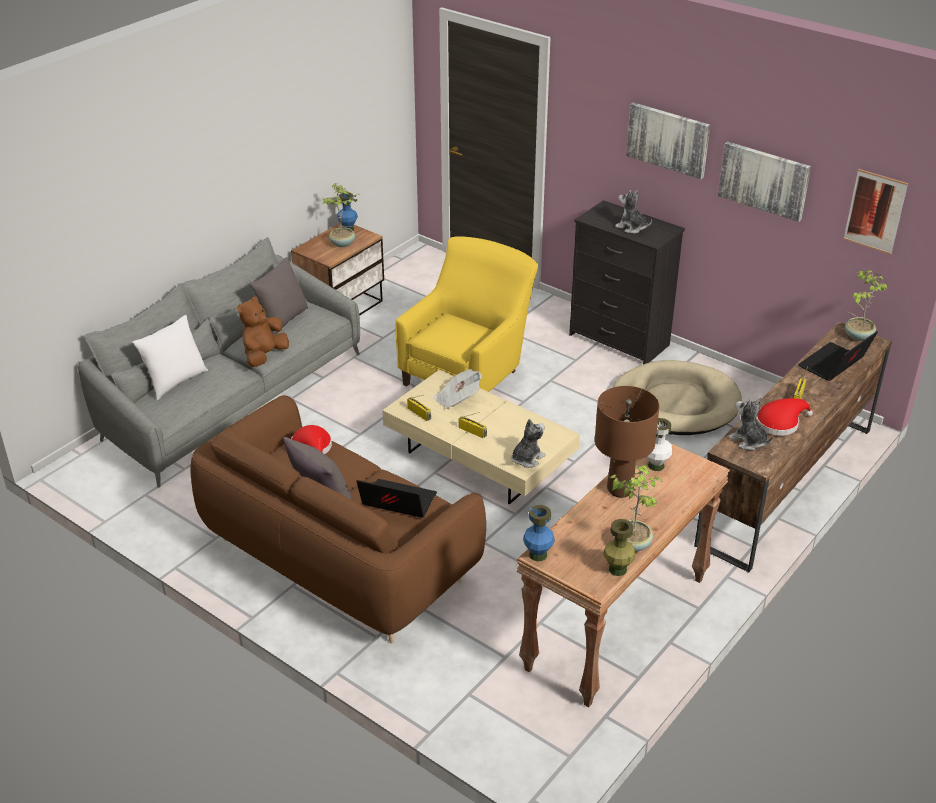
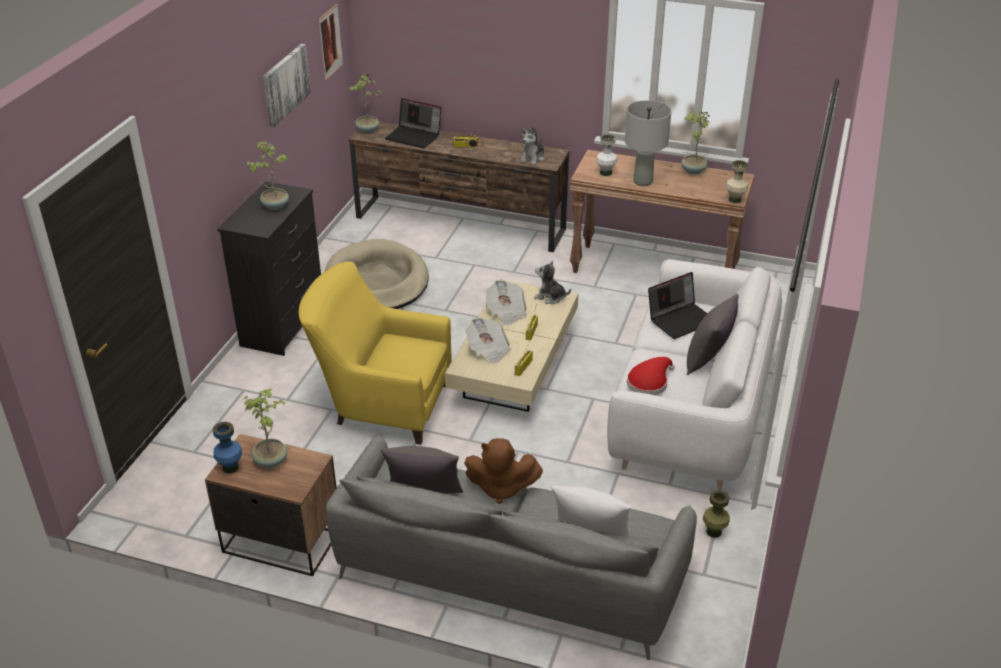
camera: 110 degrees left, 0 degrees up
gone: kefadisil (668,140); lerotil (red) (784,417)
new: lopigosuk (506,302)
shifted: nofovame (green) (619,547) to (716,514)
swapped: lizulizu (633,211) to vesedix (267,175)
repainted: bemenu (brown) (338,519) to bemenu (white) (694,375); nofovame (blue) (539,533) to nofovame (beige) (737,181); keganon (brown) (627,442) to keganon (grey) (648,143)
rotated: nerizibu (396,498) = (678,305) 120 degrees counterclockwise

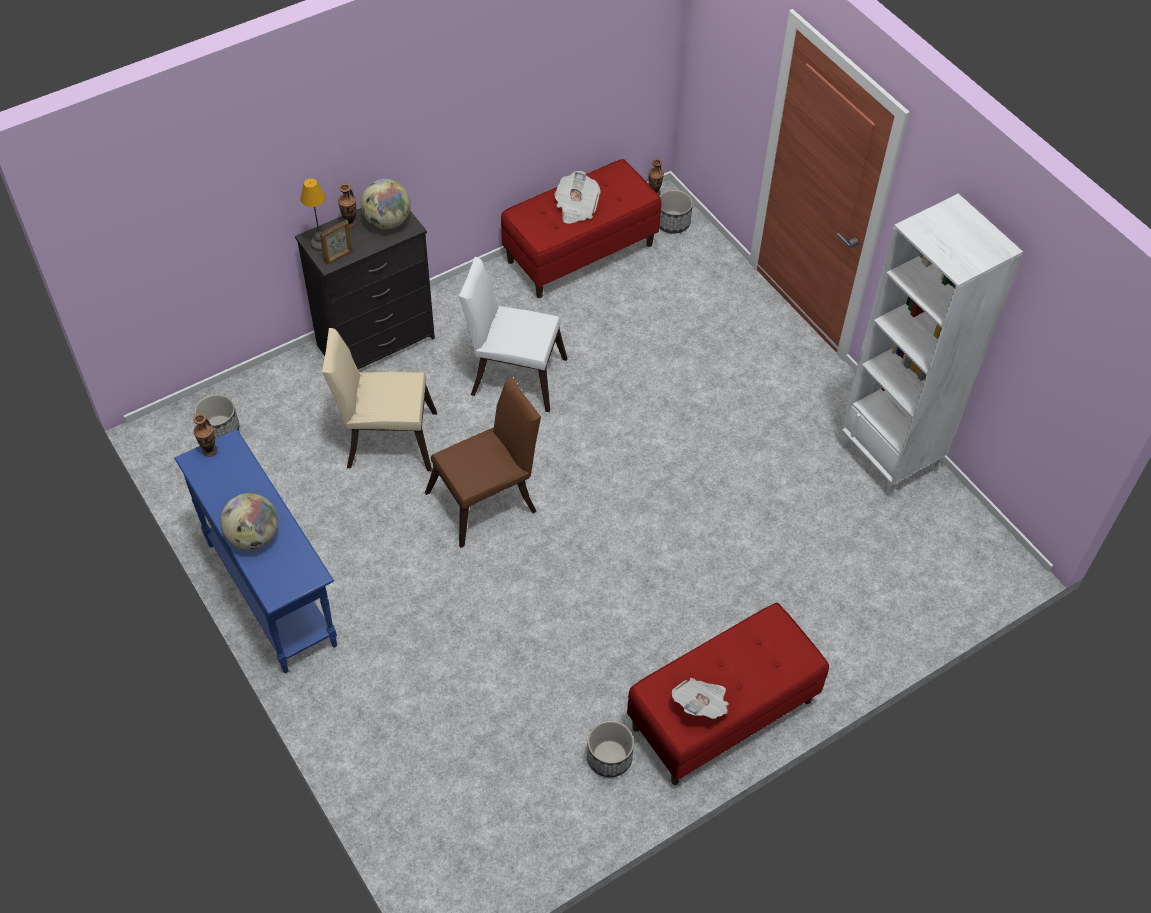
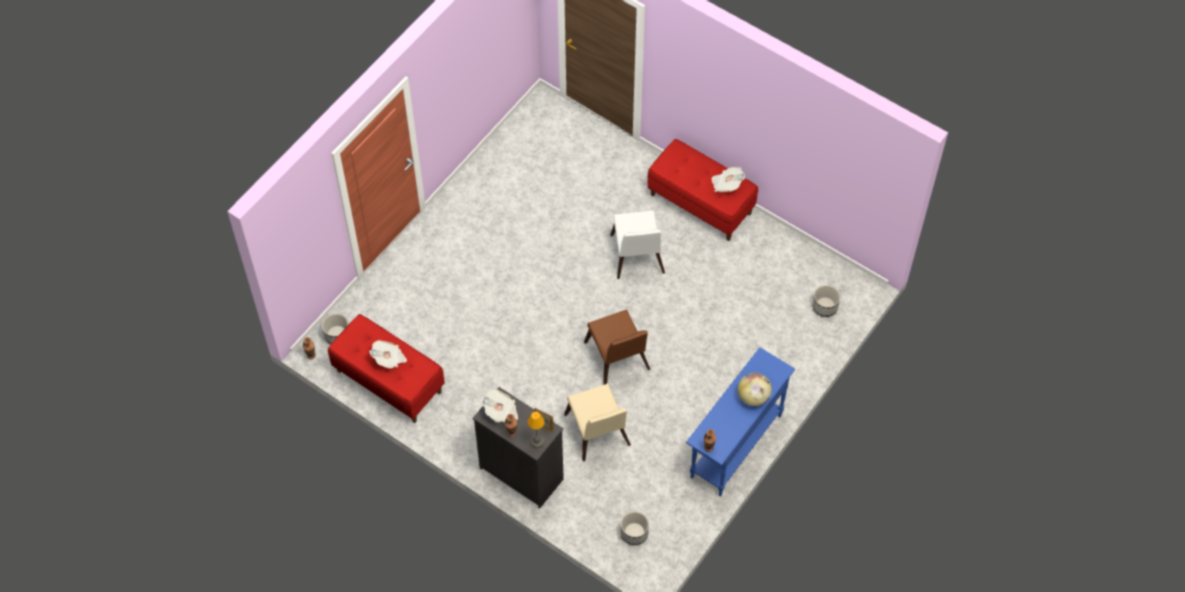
camera: 110 degrees left, 5 degrees up
gone: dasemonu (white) (931,345)
shifted: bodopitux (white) (513,334) to (637,244); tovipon (610,749) to (826,301)
swapped: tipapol (386,204) to lopigosuk (500,406)
rotated: bodopitux (brown) (483,462) = (617,347) 150 degrees counterclockwise

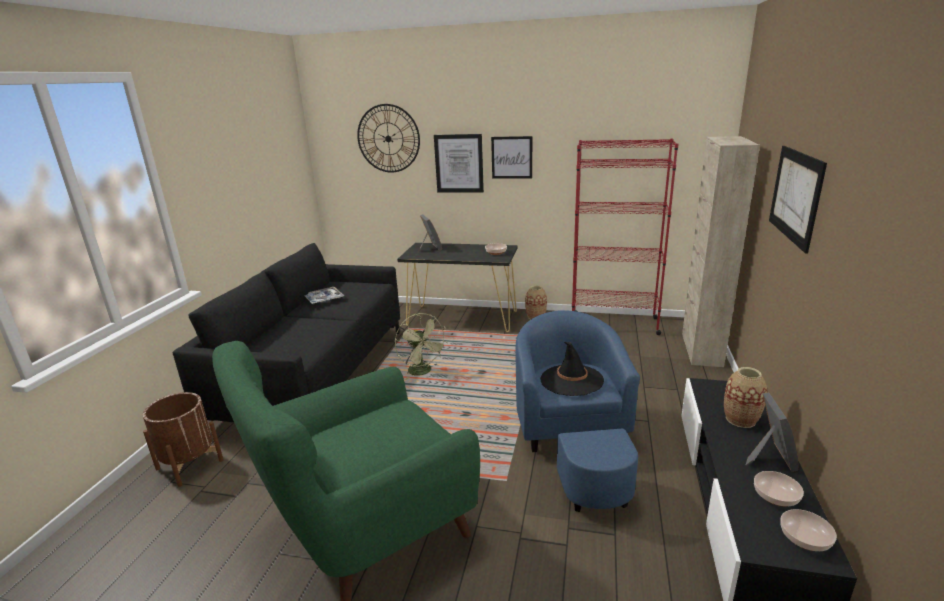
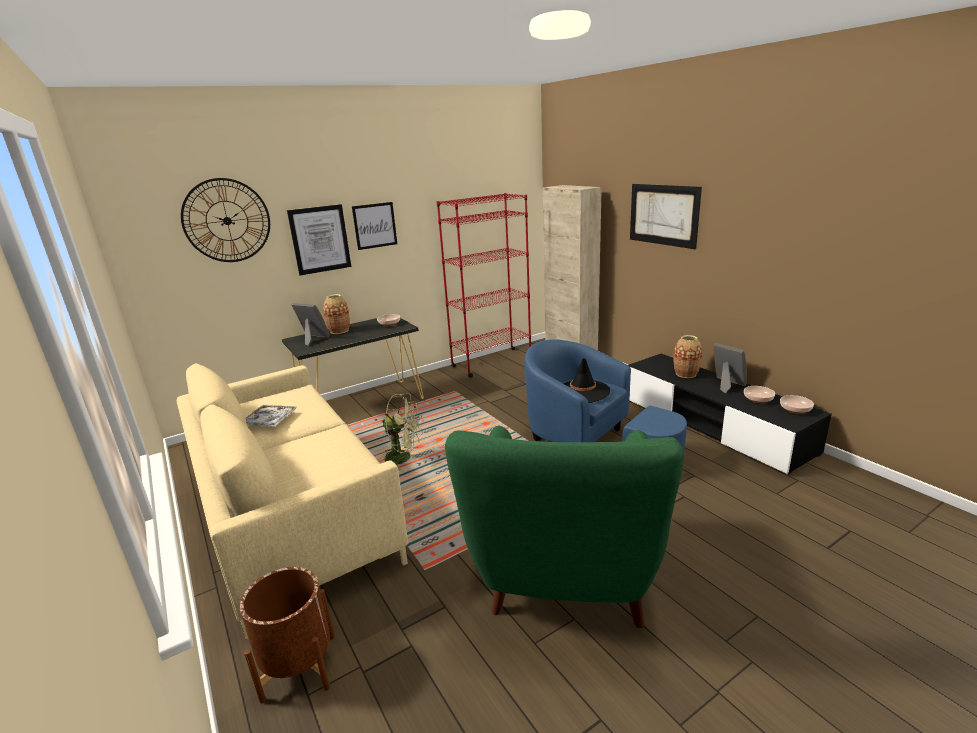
camera: 45 degrees left, 0 degrees up
shifted: nofovame (536,302) to (336,314)
repainted: bemenu (black) (286,332) to bemenu (beige) (292,501)

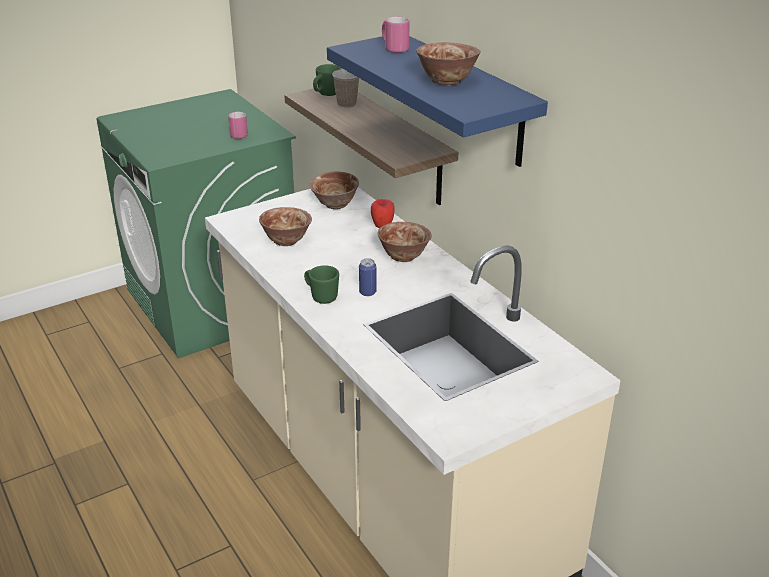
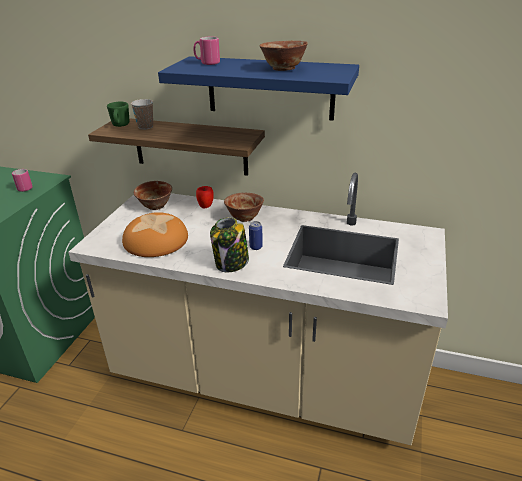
camera: 40 degrees left, 0 degrees up
swapped: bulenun (285,226) to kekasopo (155,234); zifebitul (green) (321,284) to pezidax (229,244)

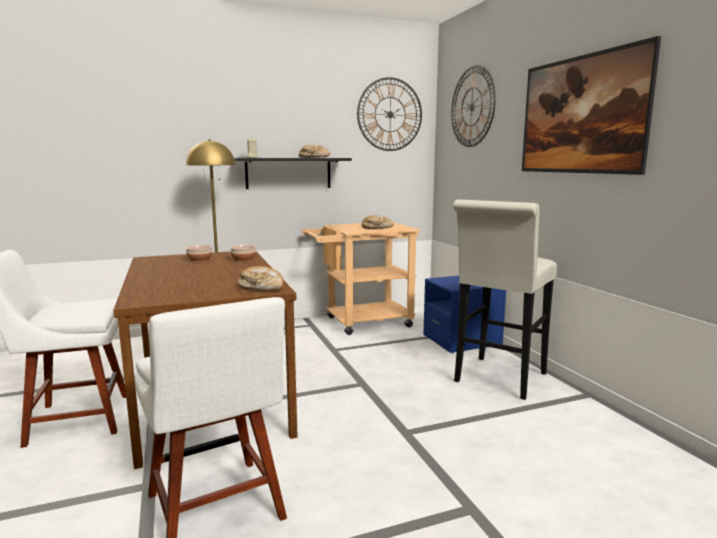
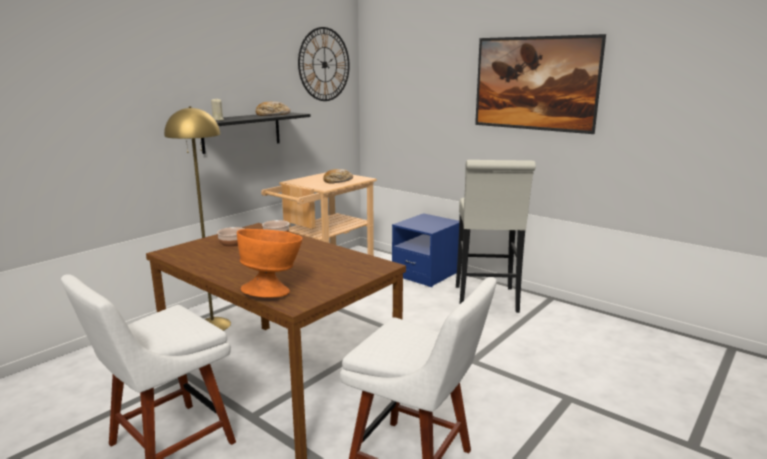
camera: 30 degrees left, 5 degrees up
gone: kekasopo (260,278); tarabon (473,106)
new: bulenun (orange) (269,263)

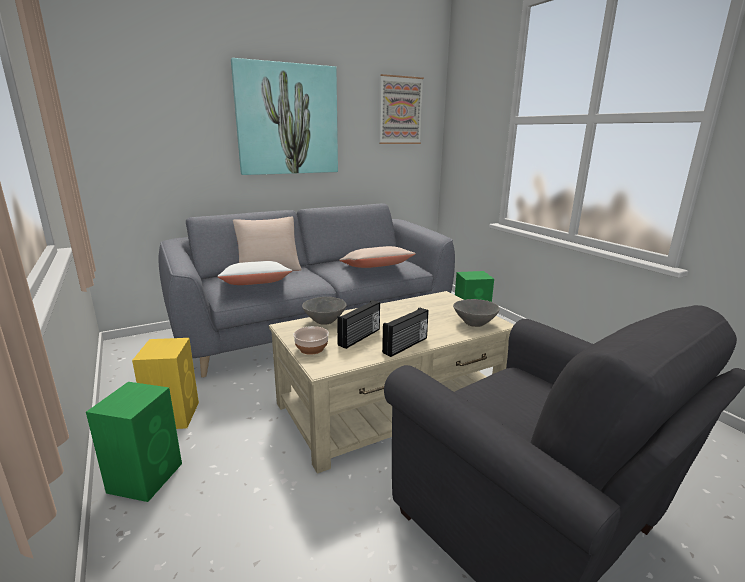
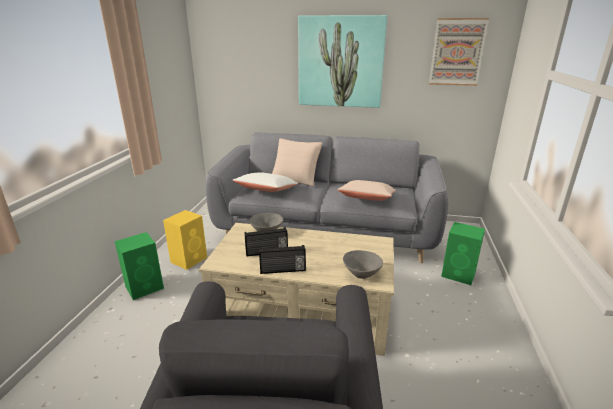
camera: 40 degrees right, 5 degrees up
gone: bulenun (311,340)

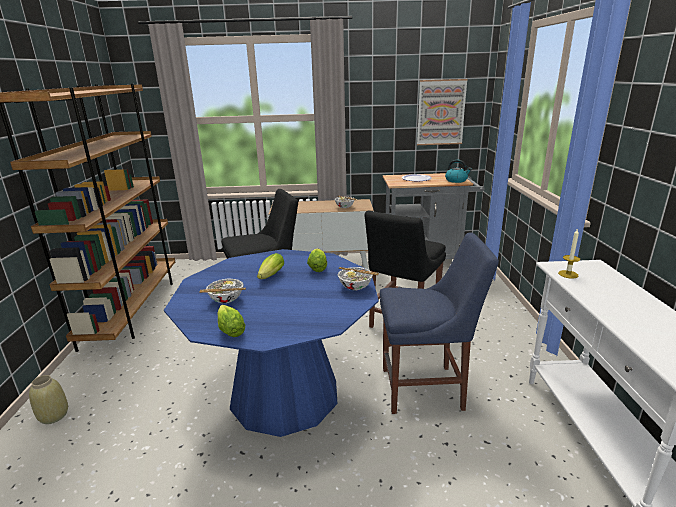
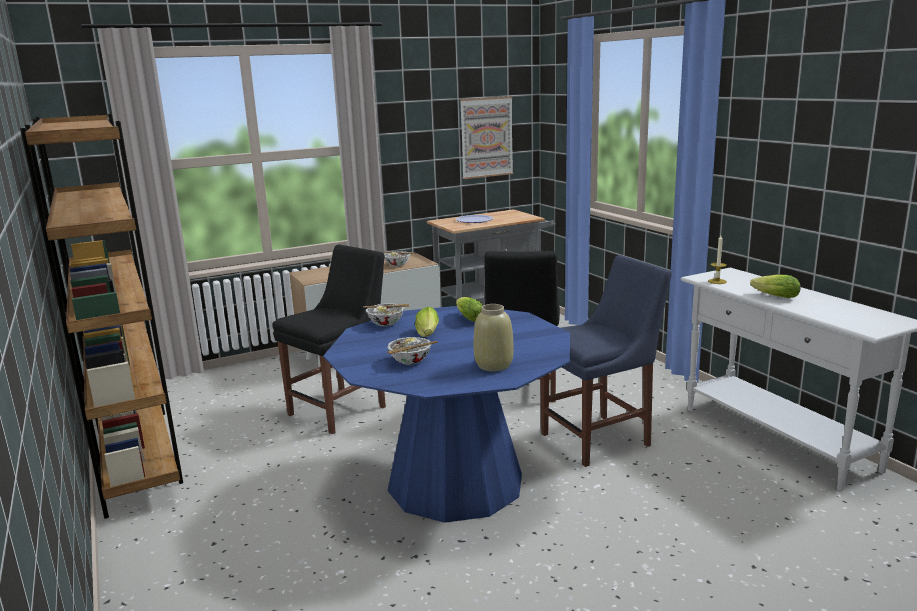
camera: 25 degrees left, 5 degrees down
gone: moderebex (458,171)
shifted: nofovame (beige) (48,399) to (493,338); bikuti (231,321) to (775,286); bulenun (358,279) to (386,314)

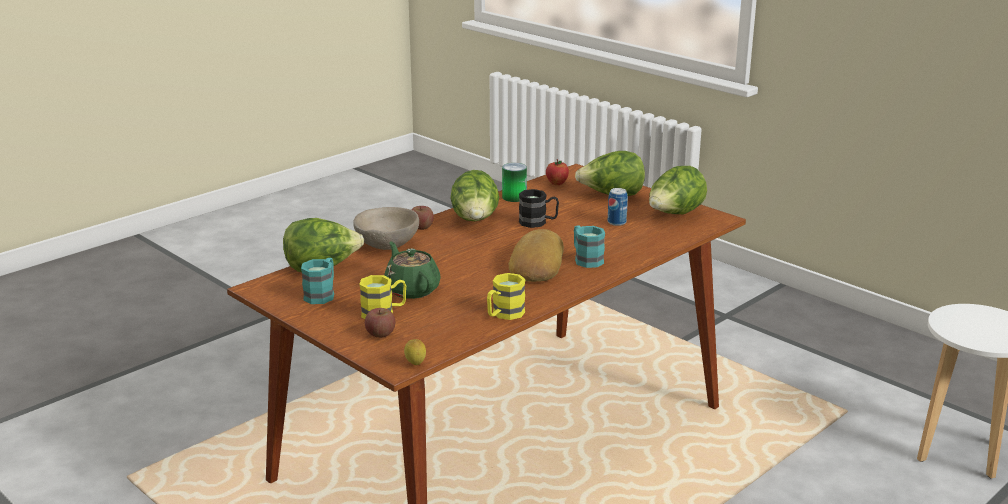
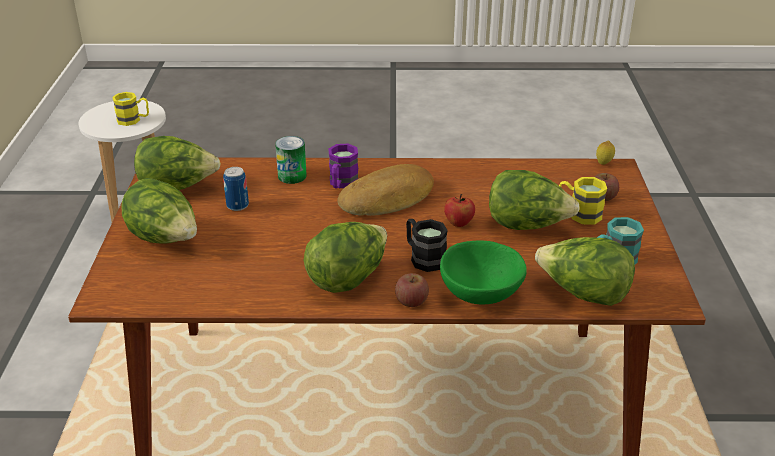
camera: 135 degrees left, 10 degrees up
shifted: zifebitul (yellow) (506,296) to (130,109); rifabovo (514,182) to (291,160); zifebitul (black) (539,208) to (427,245); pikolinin (557,172) to (459,210)
swapped: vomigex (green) (412,270) to bikuti (534,200)
repainted: bulenun (beige) (386,228) to bulenun (green) (483,272); zifebitul (turquoise) (589,246) to zifebitul (purple) (343,166)

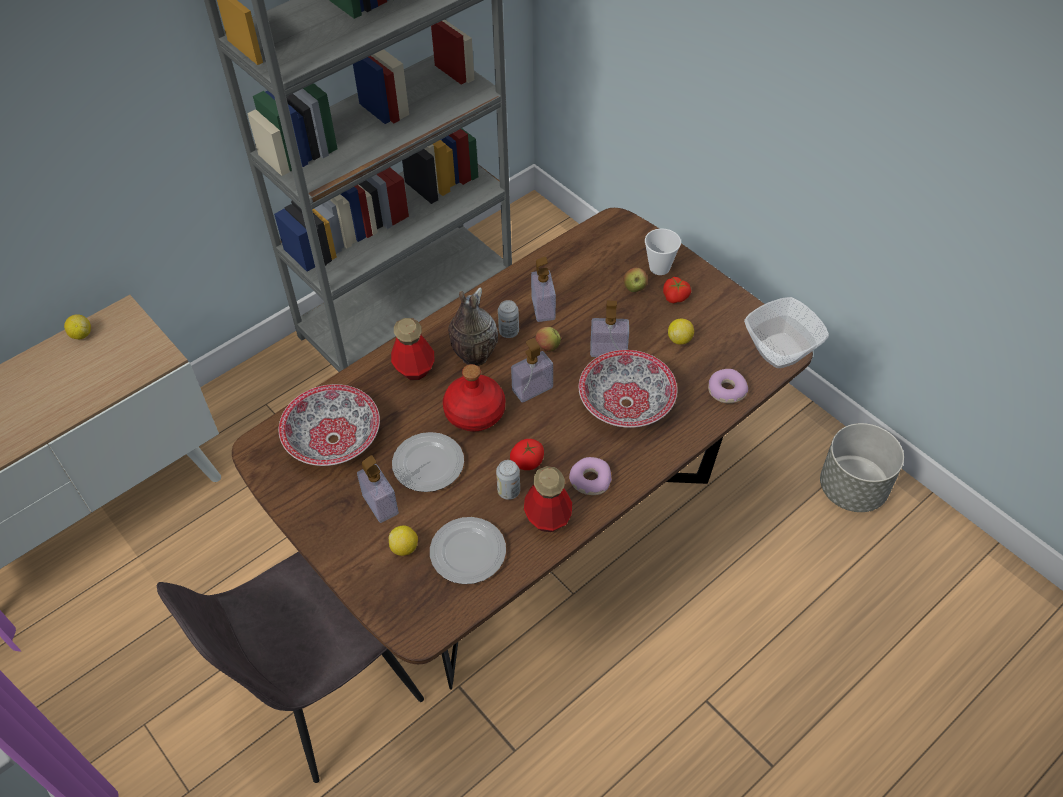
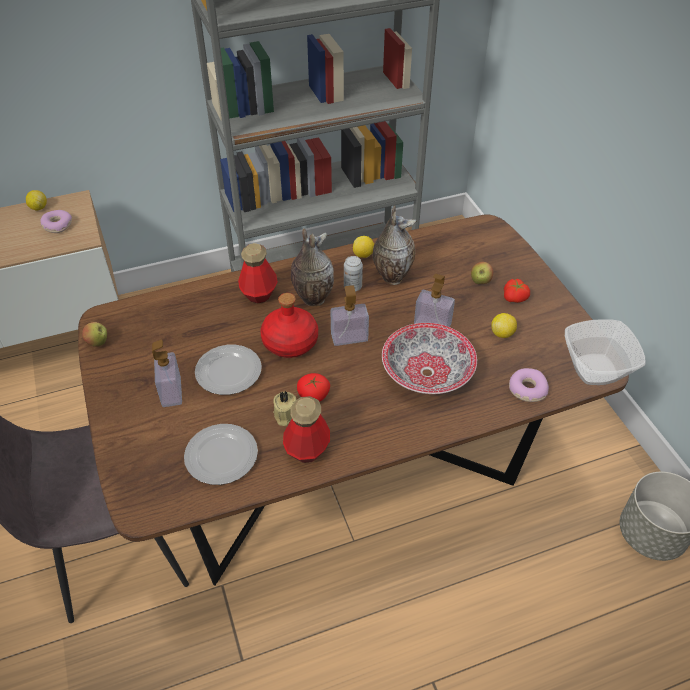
camera: 20 degrees right, 5 degrees down
gone: bulenun (329,425); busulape (663,252)
shifted: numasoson (403,540) to (363,247); pikolinin (548,339) to (94,334); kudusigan (590,476) to (56,221)
swapped: rifabovo (508,480) to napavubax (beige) (285,408); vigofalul (543,289) to nofovame (394,245)

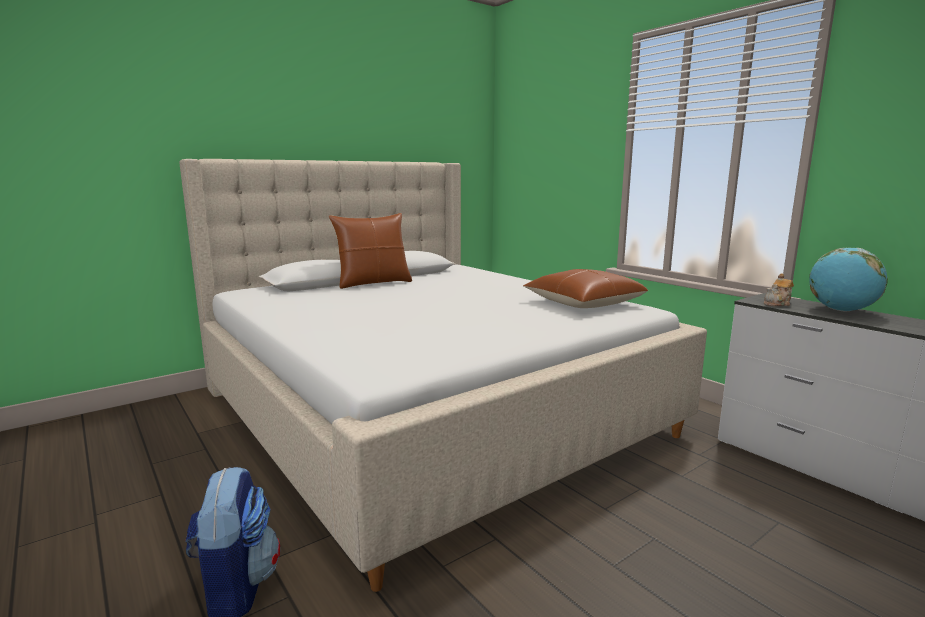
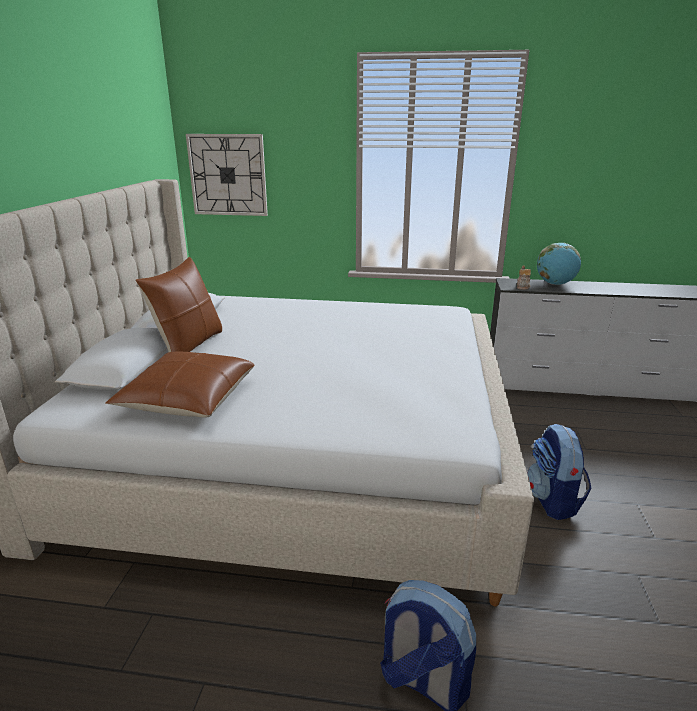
camera: 45 degrees left, 10 degrees up
new: tarabon (227,175); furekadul (559,472)
shifted: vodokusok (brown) (585,288) to (179,384)

